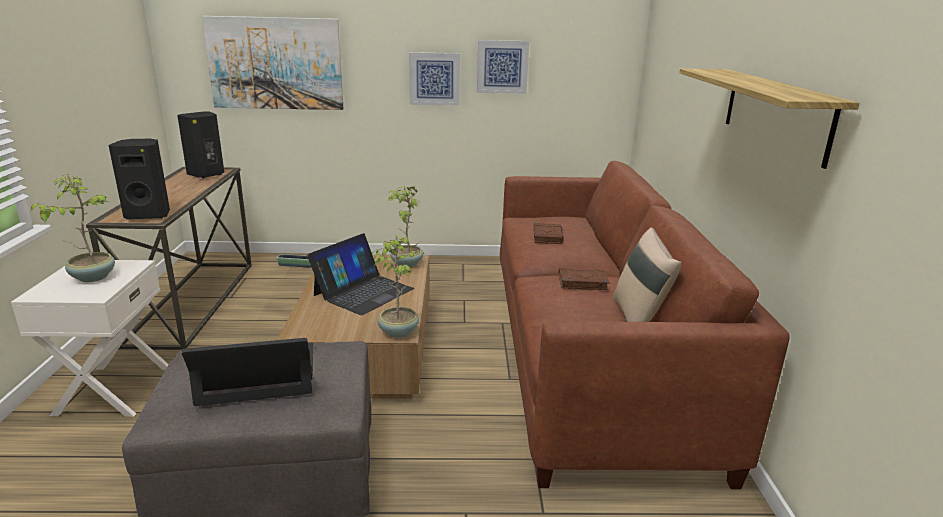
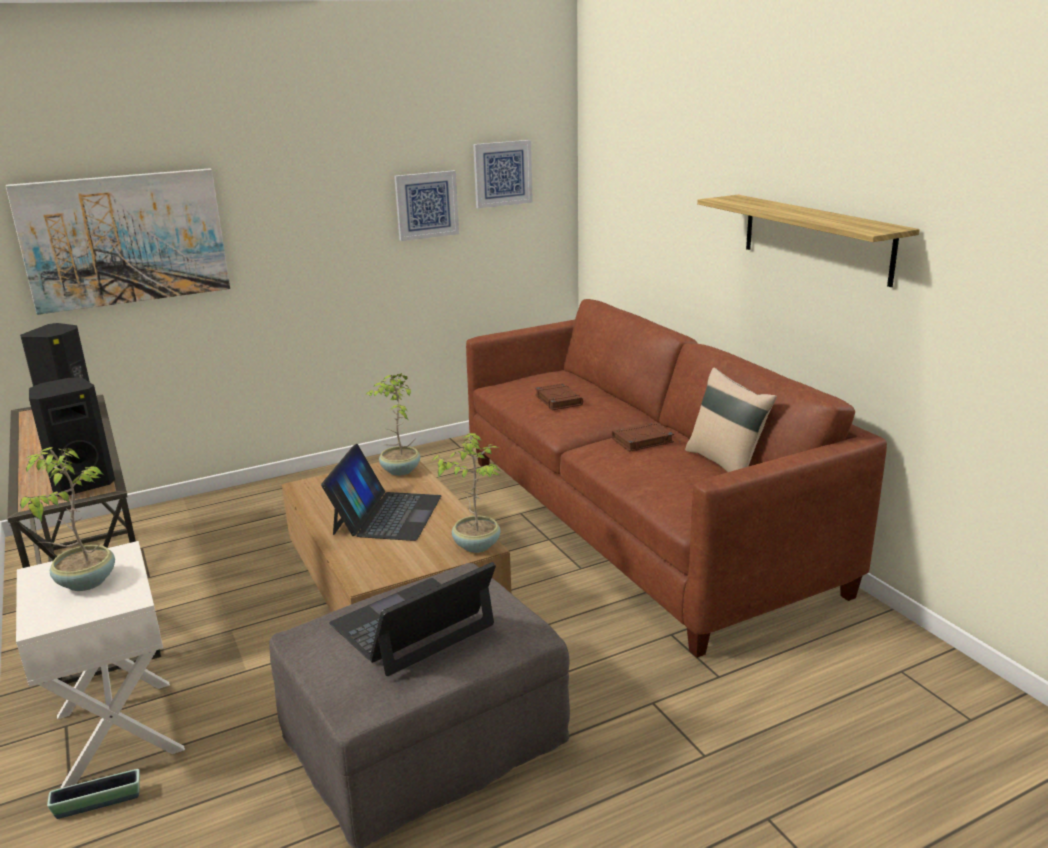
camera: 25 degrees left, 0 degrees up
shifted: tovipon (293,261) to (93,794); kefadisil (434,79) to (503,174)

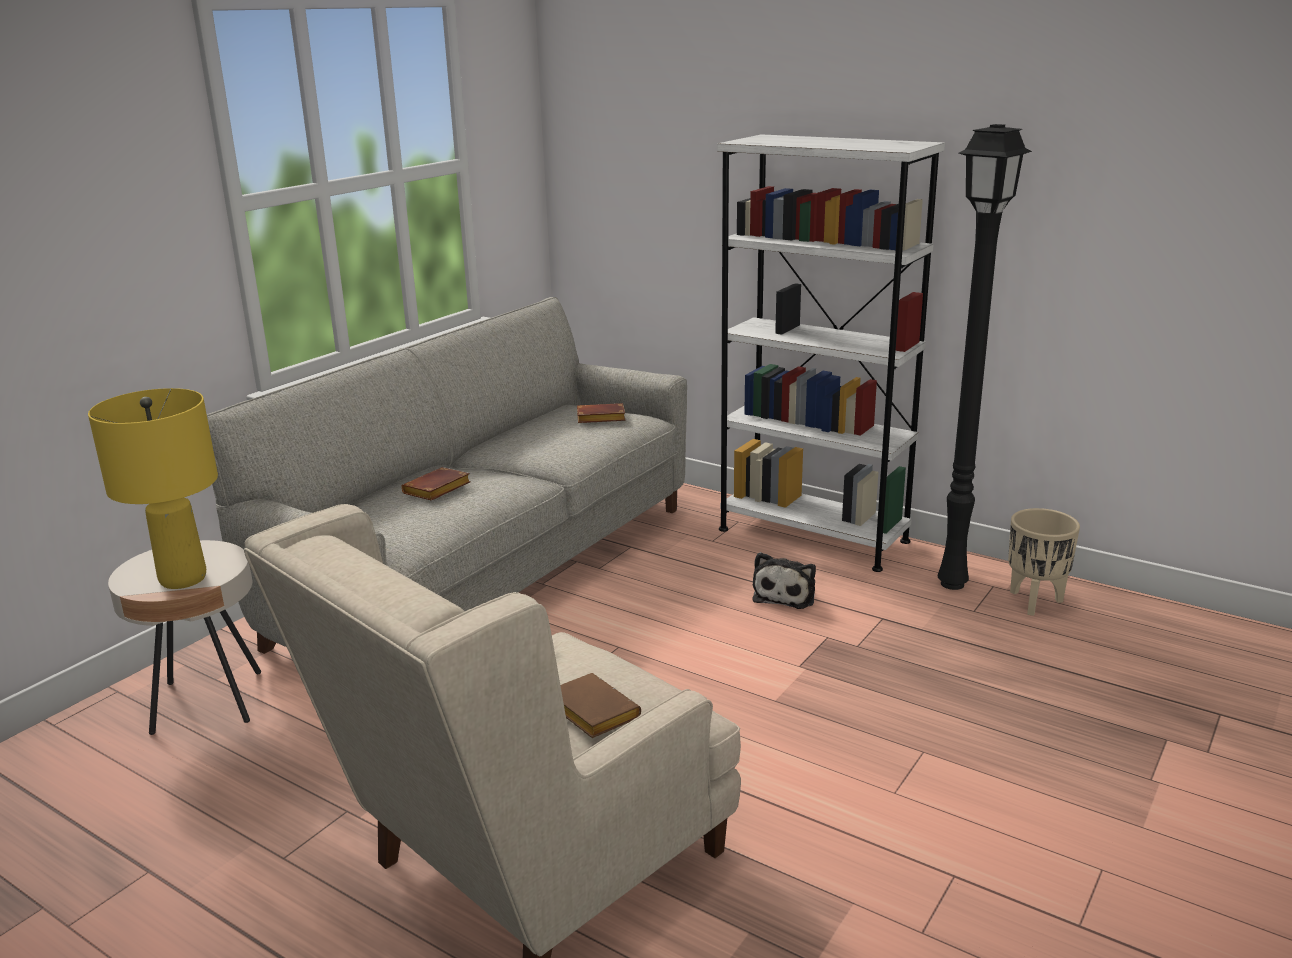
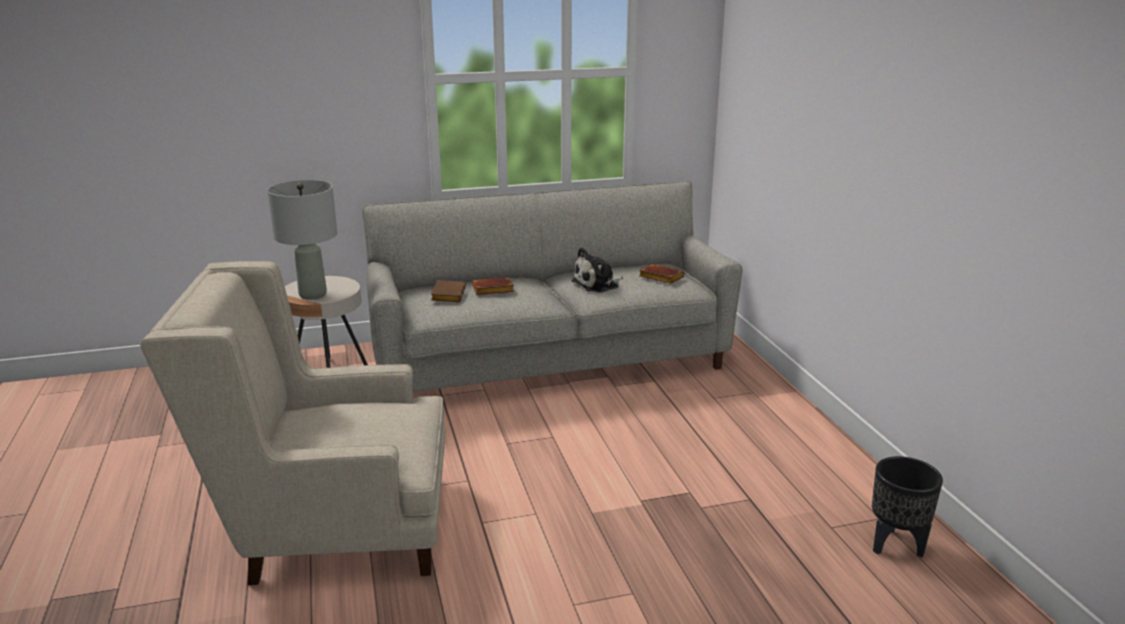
camera: 40 degrees right, 0 degrees up
gone: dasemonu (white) (831,353); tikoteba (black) (985,357)
shifted: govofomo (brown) (600,705) to (448,291); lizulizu (784,580) to (597,270)
repainted: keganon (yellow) (153,488) to keganon (grey) (302,240); tovipon (beige) (1044,562) to tovipon (black) (907,506)

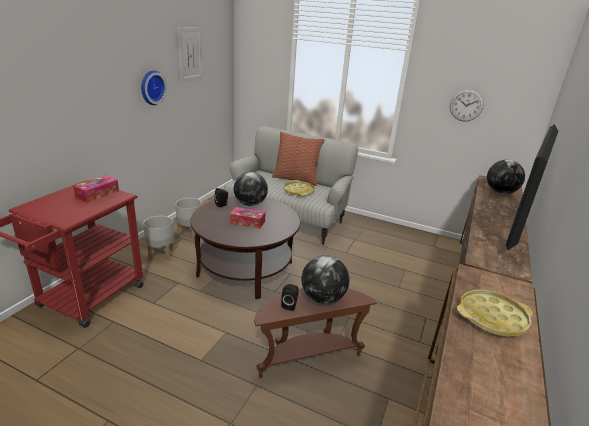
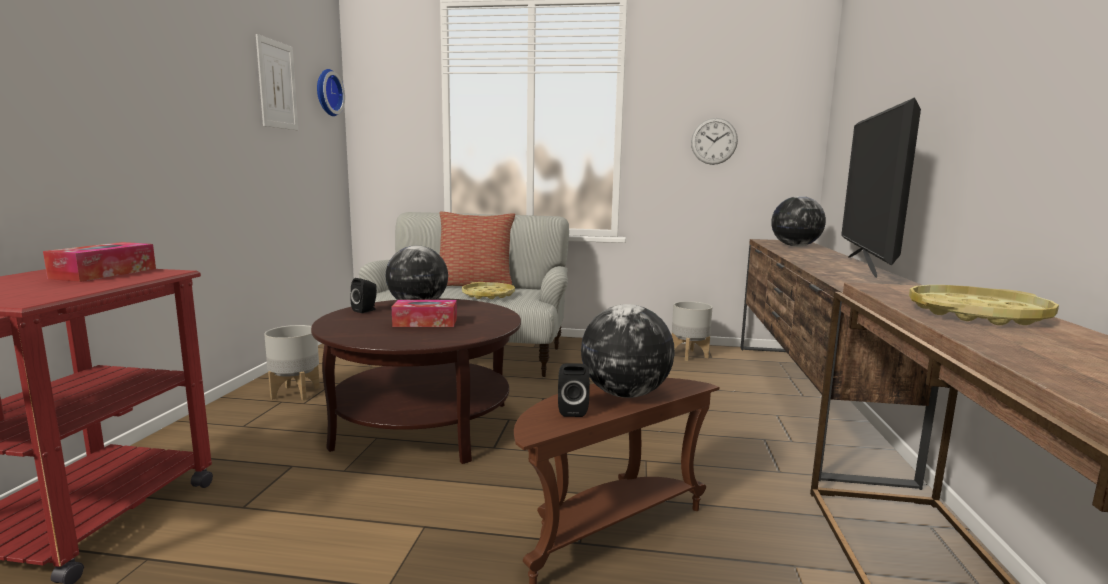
camera: 15 degrees left, 15 degrees down
shifted: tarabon (154,87) to (331,92); tovipon (grey) (158,238) to (692,331)

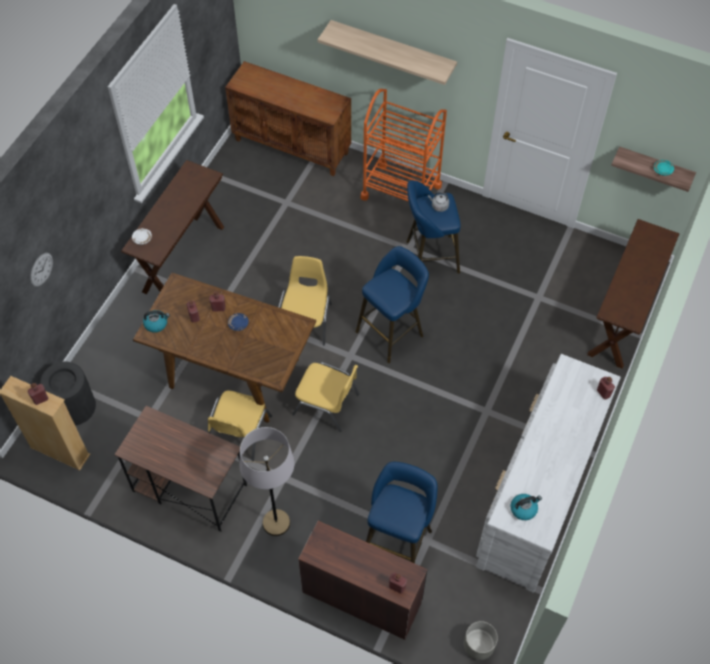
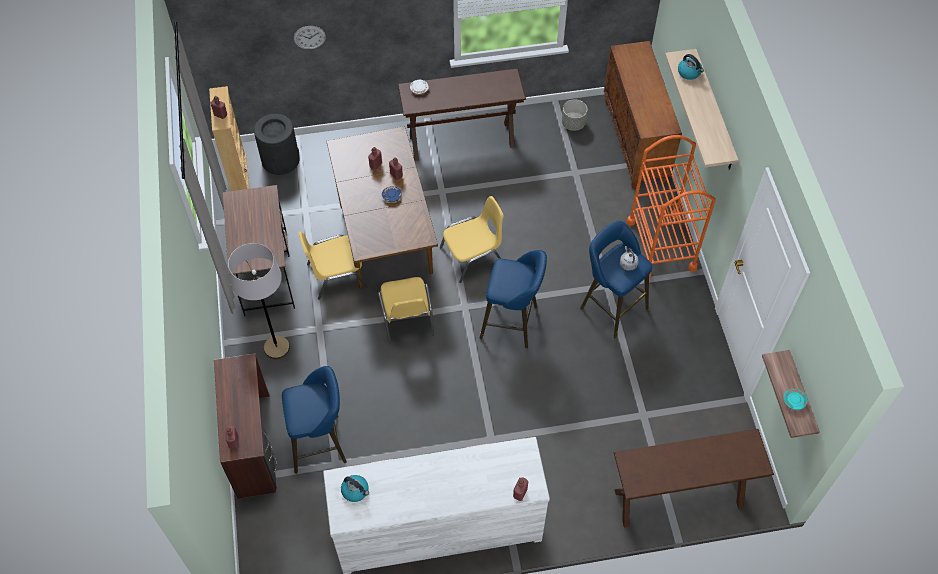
camera: 55 degrees right, 0 degrees up
shifted: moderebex (156,321) to (691,67); tovipon (grey) (481,640) to (574,115)

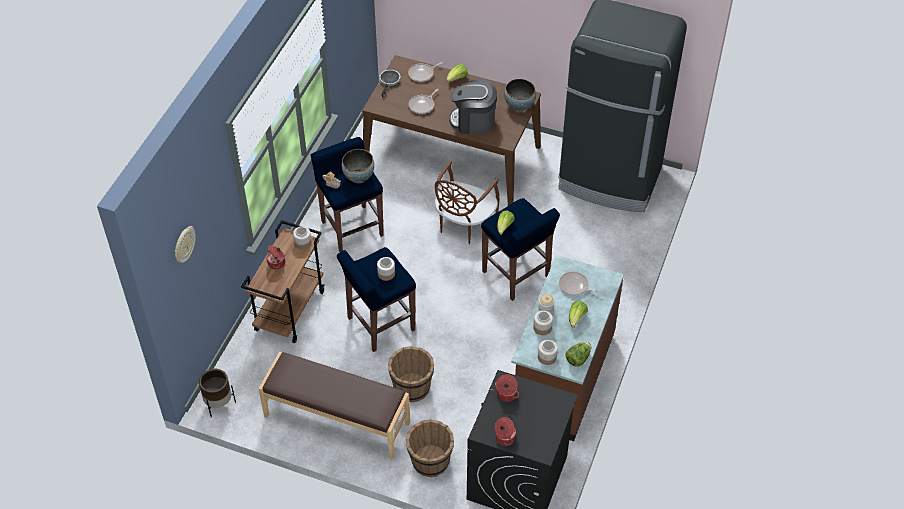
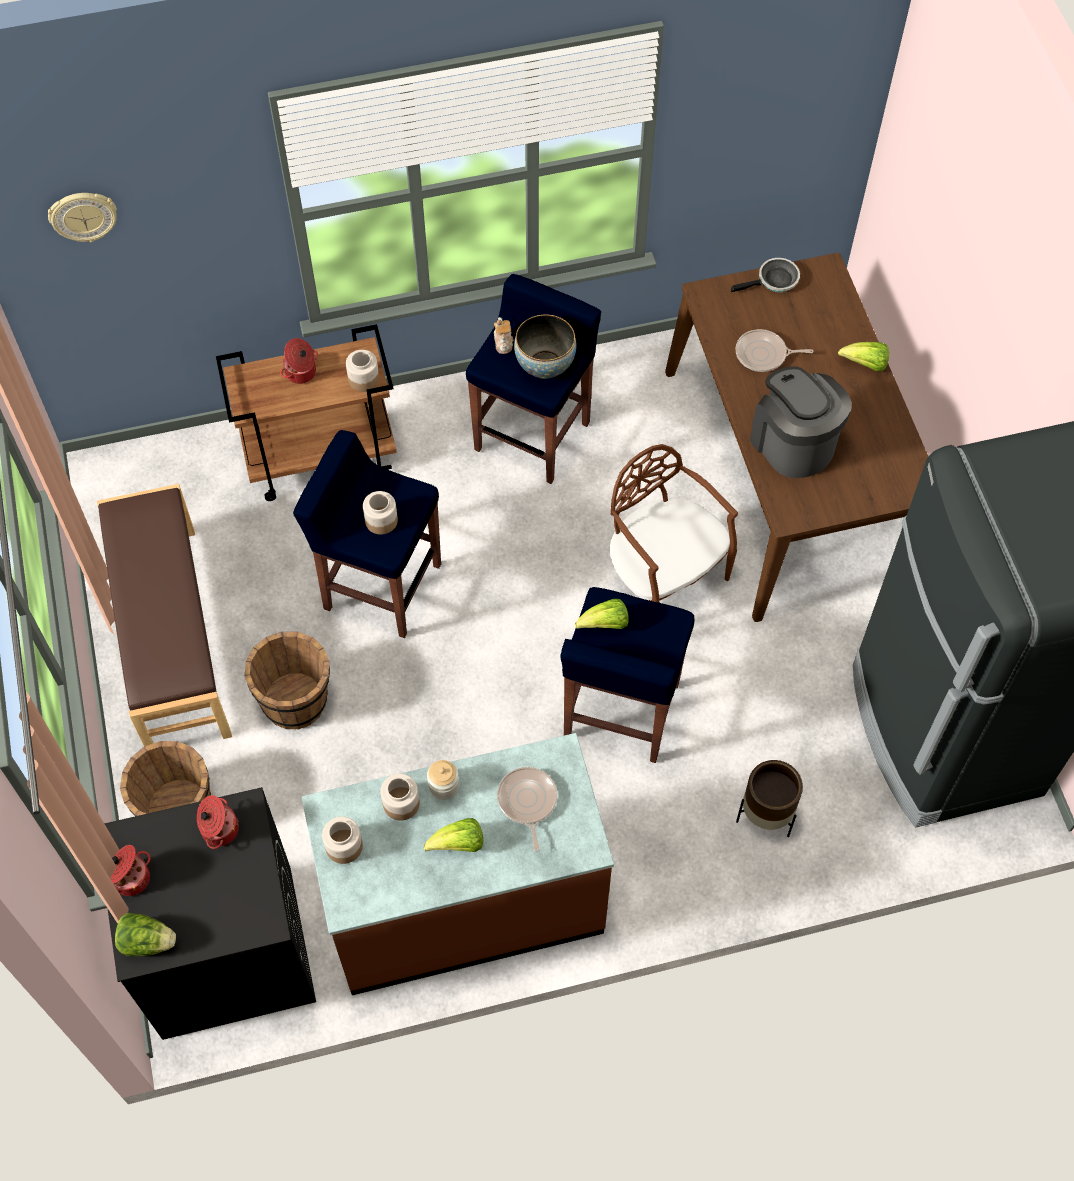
camera: 55 degrees right, 10 degrees up
gone: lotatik (425,72); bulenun (520,95)
shifted: tovipon (brown) (217,393) to (769,798); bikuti (578,354) to (145,935)
rotated: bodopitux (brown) (467,202) = (674,523) 60 degrees clockwise

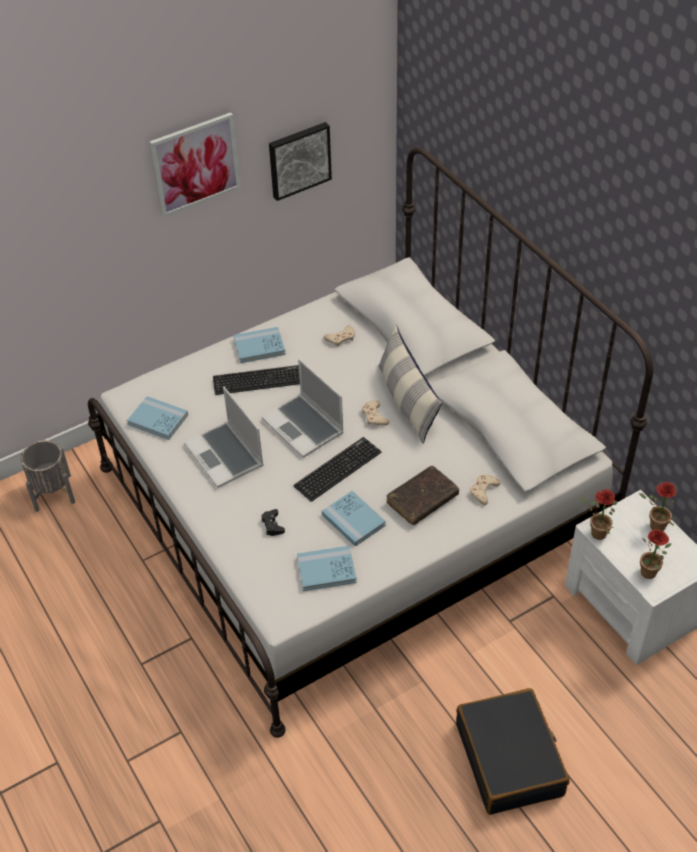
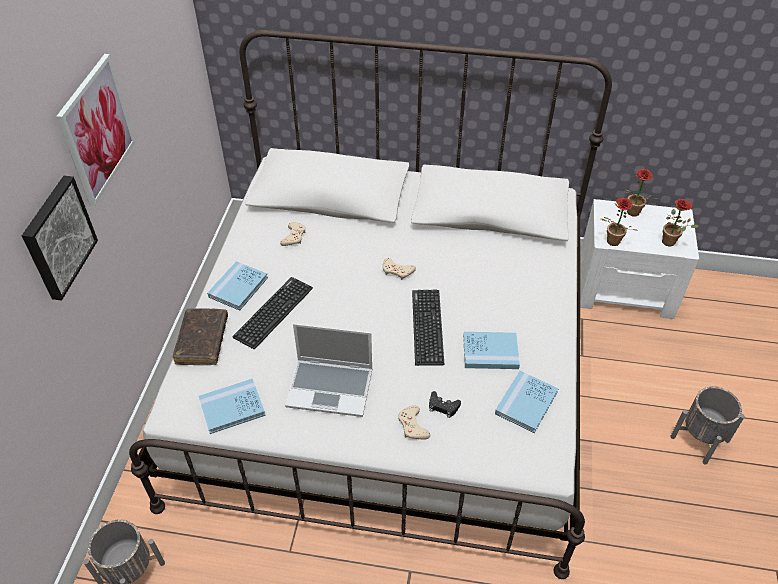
camera: 50 degrees left, 0 degrees up
gone: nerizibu (303,408); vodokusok (410,384)
shifted: kefadisil (300,161) to (60,238); govofomo (brown) (422,495) to (200,337); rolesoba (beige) (485,489) to (414,422)
swapped: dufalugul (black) (512,751) to tovipon (grey) (707,425)

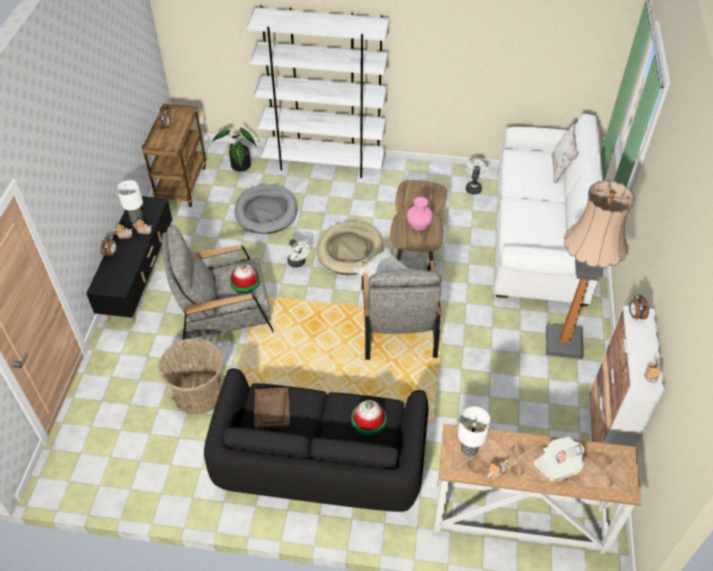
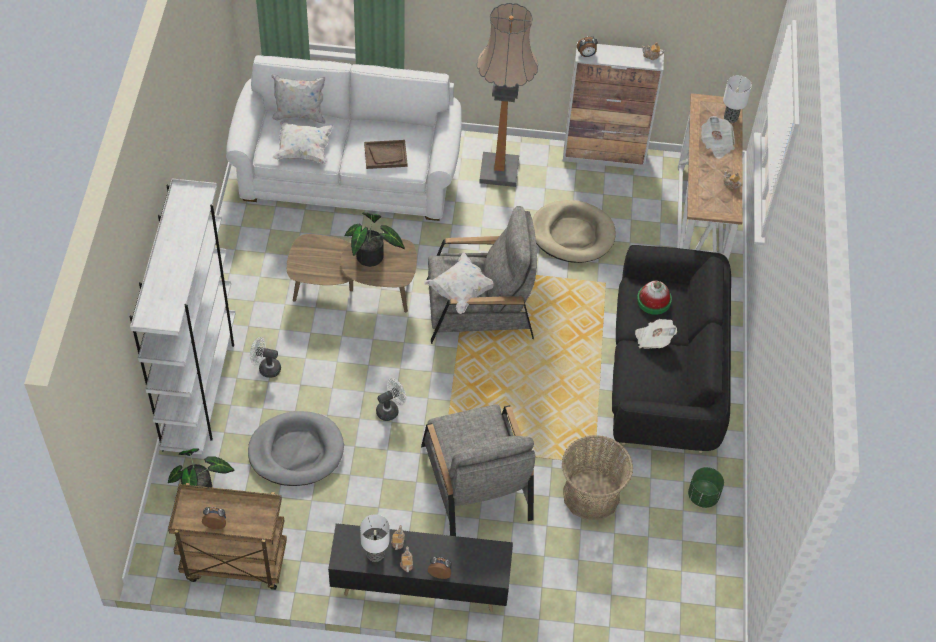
camera: 95 degrees left, 5 degrees up
gone: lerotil (245,278)
new: vodokusok (white) (303,142); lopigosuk (656,334); tovipon (green) (706,487)
shifted: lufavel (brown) (272,408) to (386,154); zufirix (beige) (350,248) to (574,231); keganon (474,432) to (737,99); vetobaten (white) (477,176) to (265,357)
swapped: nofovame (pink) (420,213) to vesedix (375,239)

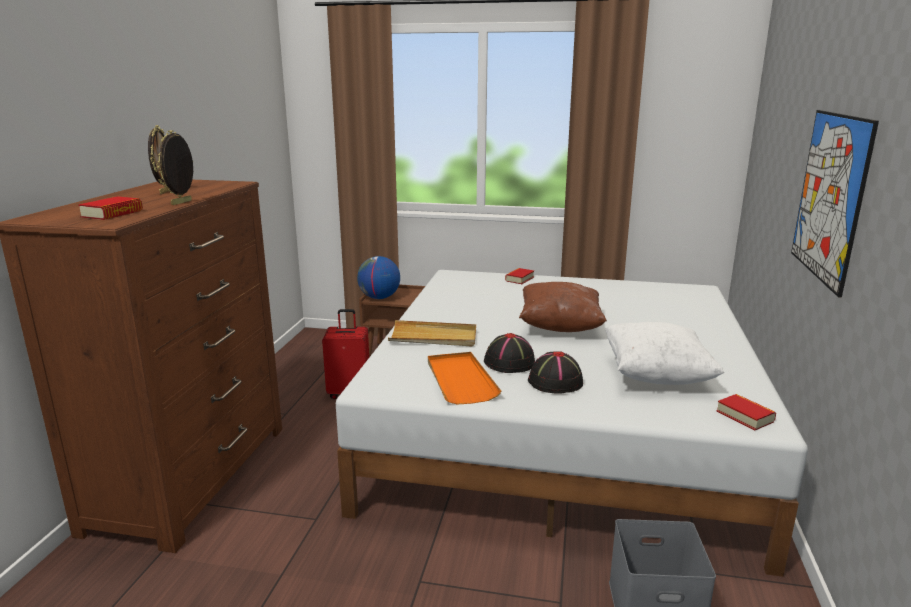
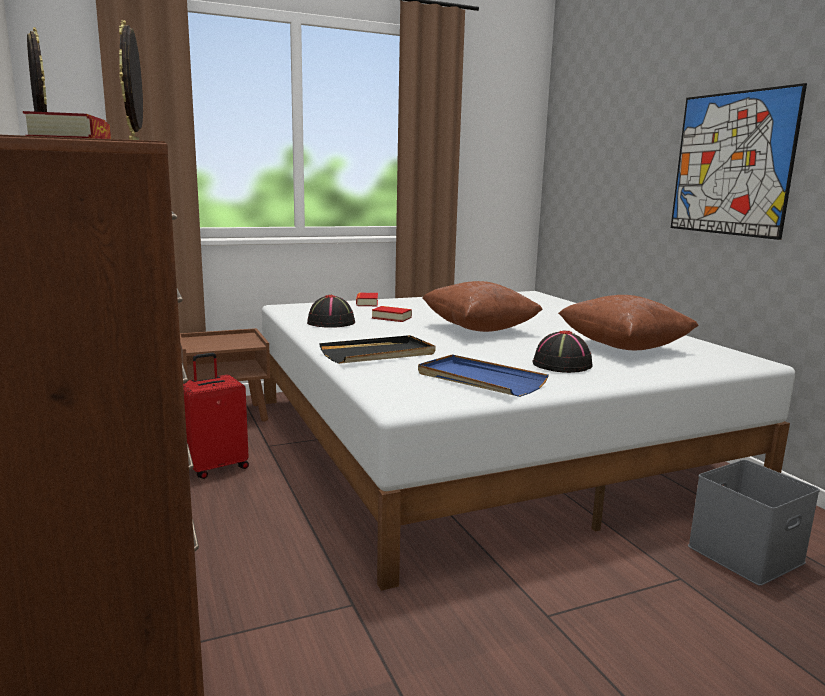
camera: 35 degrees left, 5 degrees down
gone: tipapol (378,277)
shifted: lerotil (black) (509,353) to (331,311); govofomo (746,412) to (392,314)
repainted: lufavel (beige) (432,333) to lufavel (black) (377,349); lufavel (orange) (464,378) to lufavel (blue) (483,375); vodokusok (white) (664,353) to vodokusok (brown) (628,322)

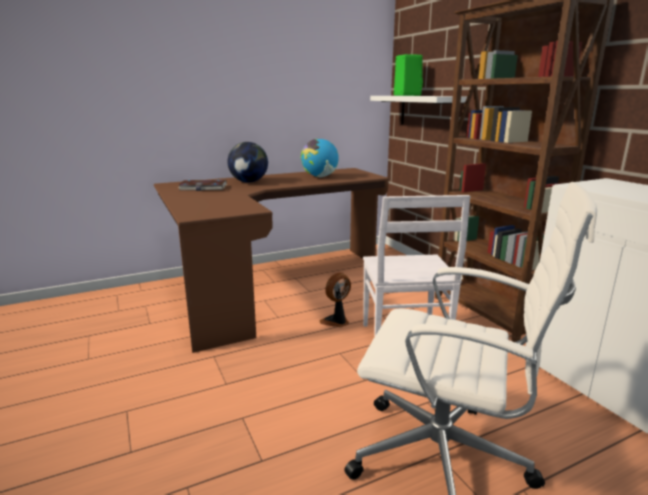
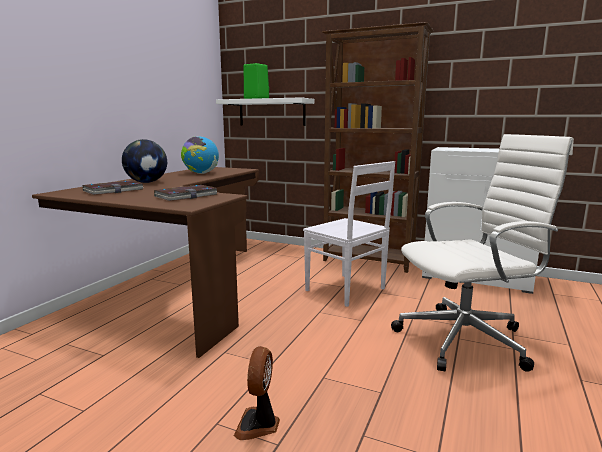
camera: 40 degrees left, 5 degrees down
new: govofomo (186,193)
shifted: vetobaten (335,300) to (257,393)

